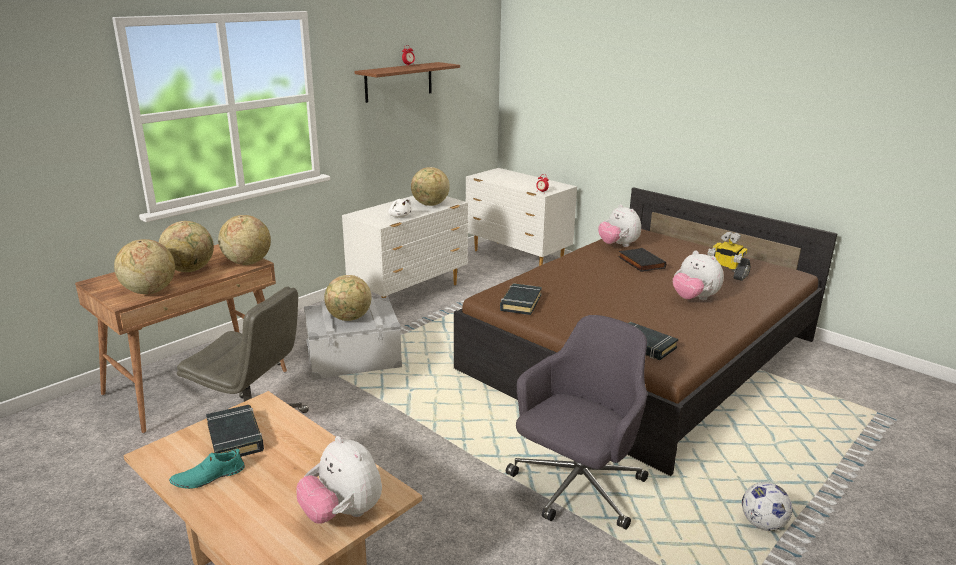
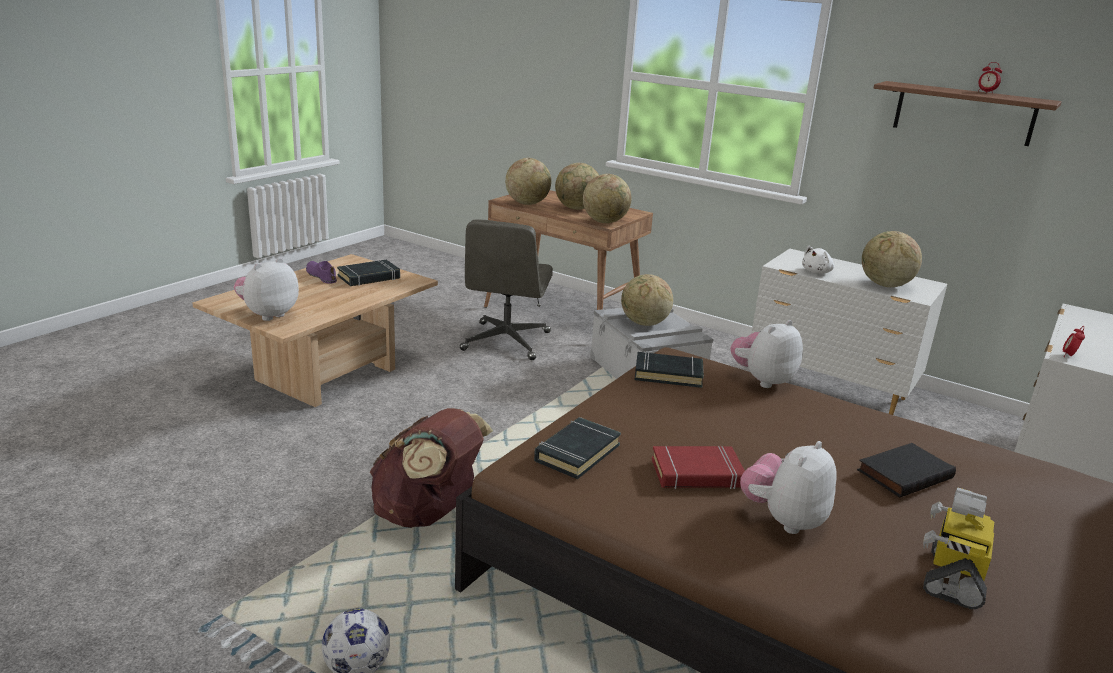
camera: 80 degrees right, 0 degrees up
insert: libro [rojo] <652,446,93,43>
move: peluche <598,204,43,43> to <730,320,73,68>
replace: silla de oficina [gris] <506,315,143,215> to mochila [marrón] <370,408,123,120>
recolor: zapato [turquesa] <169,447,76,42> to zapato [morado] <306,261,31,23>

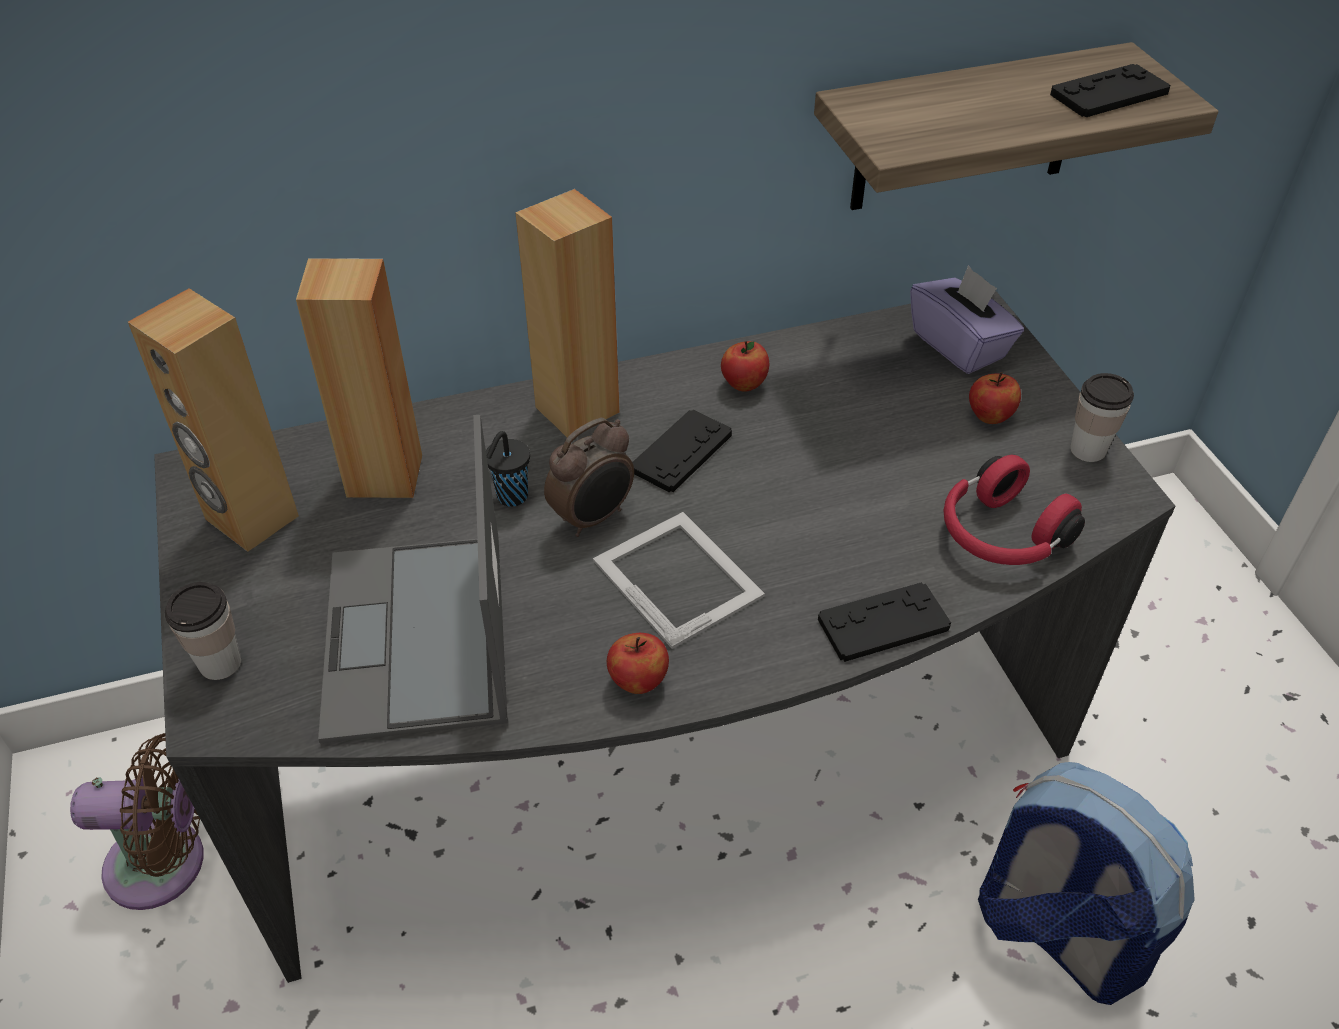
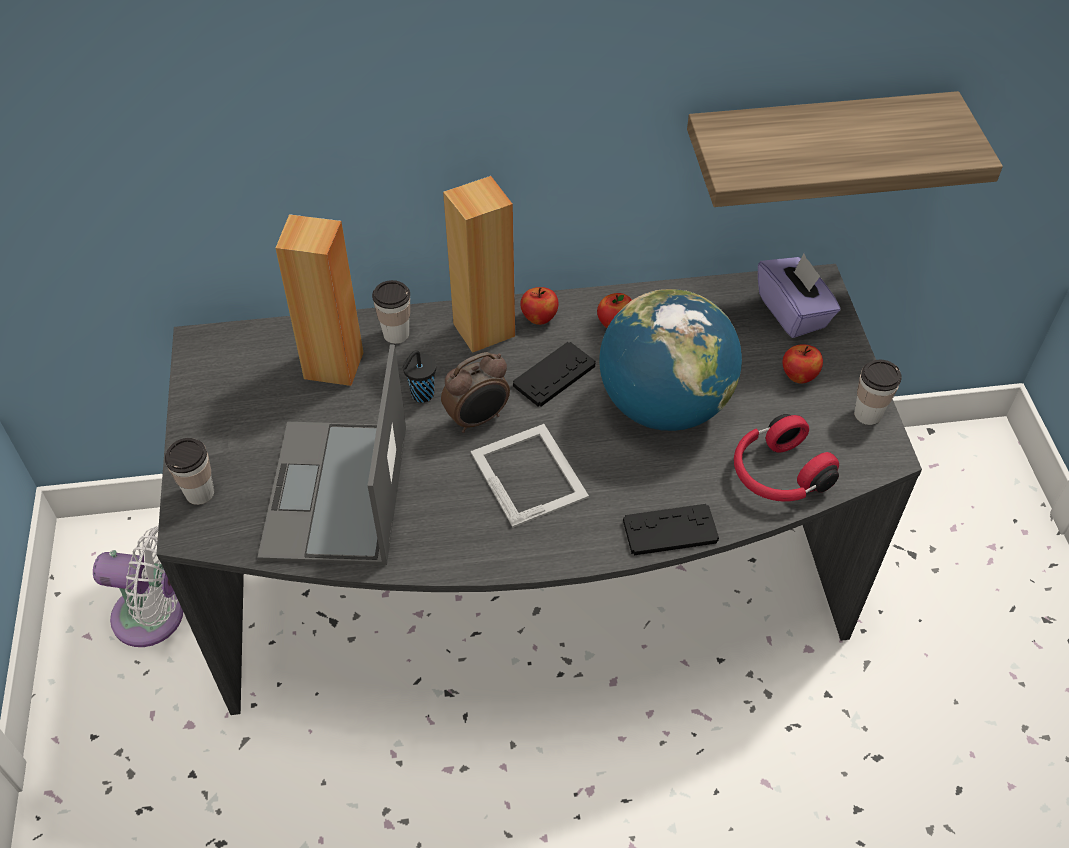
camera: 10 degrees right, 5 degrees up
delete: altavoz [marrón] <128,288,171,264>; mochila <978,762,217,243>; mando de consola [negro] <1050,64,120,53>
insert: taza <372,280,38,64>; globo terráqueo <599,289,143,142>
move: manzana <607,633,62,61> to <520,287,39,38>
recolor: ventilador [marrón] <70,733,134,177> to ventilador [blanco] <93,526,90,121>

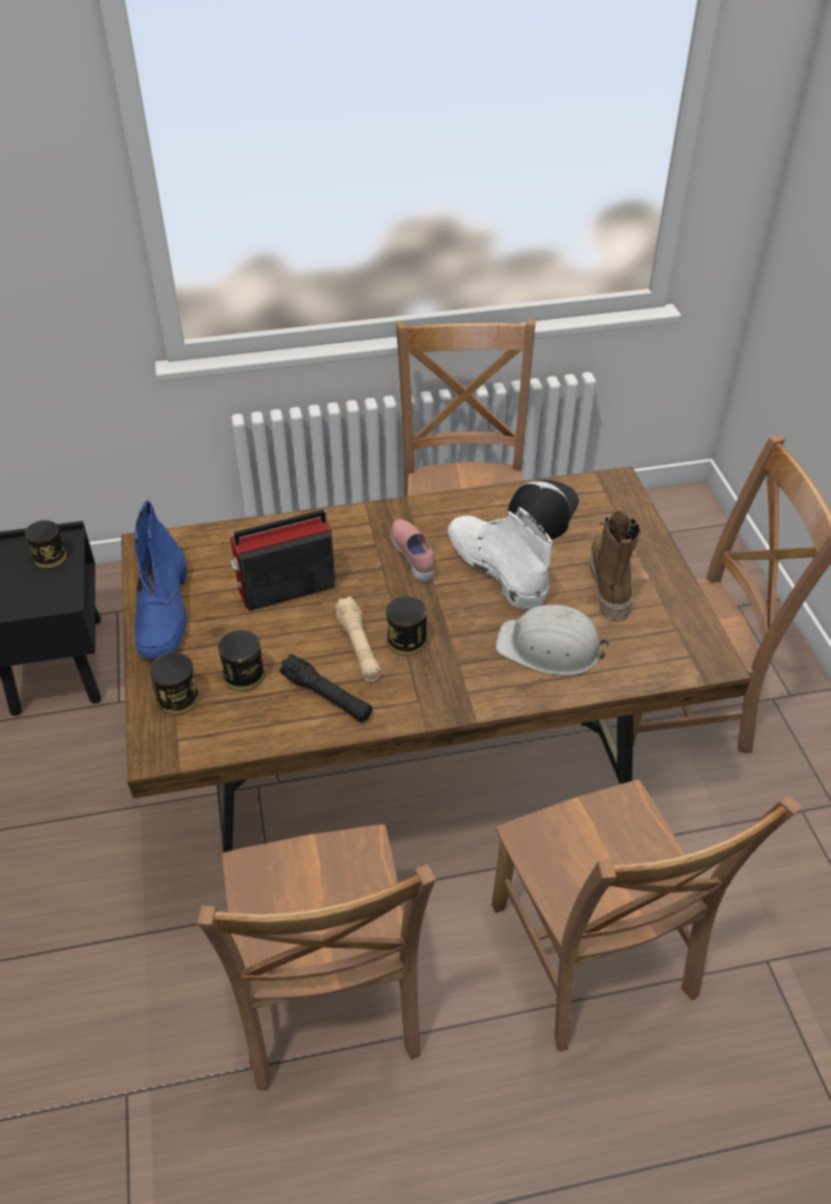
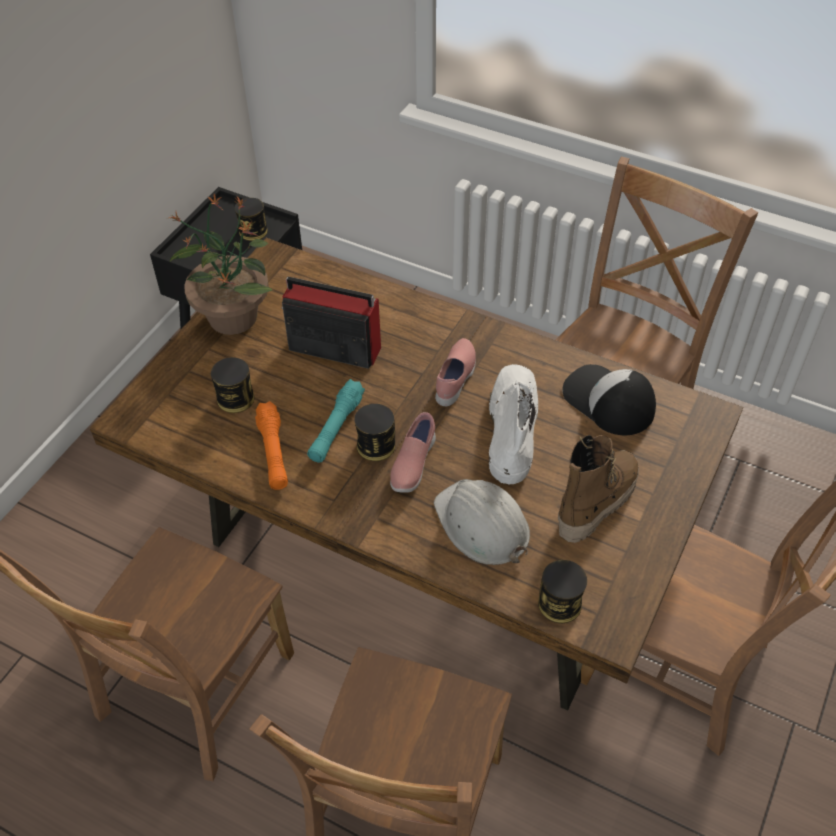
camera: 40 degrees right, 5 degrees up
insert: zapato [rosa] <390,412,46,81>
move: lata <150,653,50,62> to <538,560,49,63>
replace: bota [azul] <135,500,52,160> to planta en maceta <166,194,107,141>
recolor: linterna [negro] <279,654,93,69> to linterna [naranja] <255,401,33,89>; linterna [beis] <335,597,46,85> to linterna [turquesa] <307,379,58,84>
rotate: gorra <507,480,72,60> = <562,364,94,71> 105 degrees counterclockwise

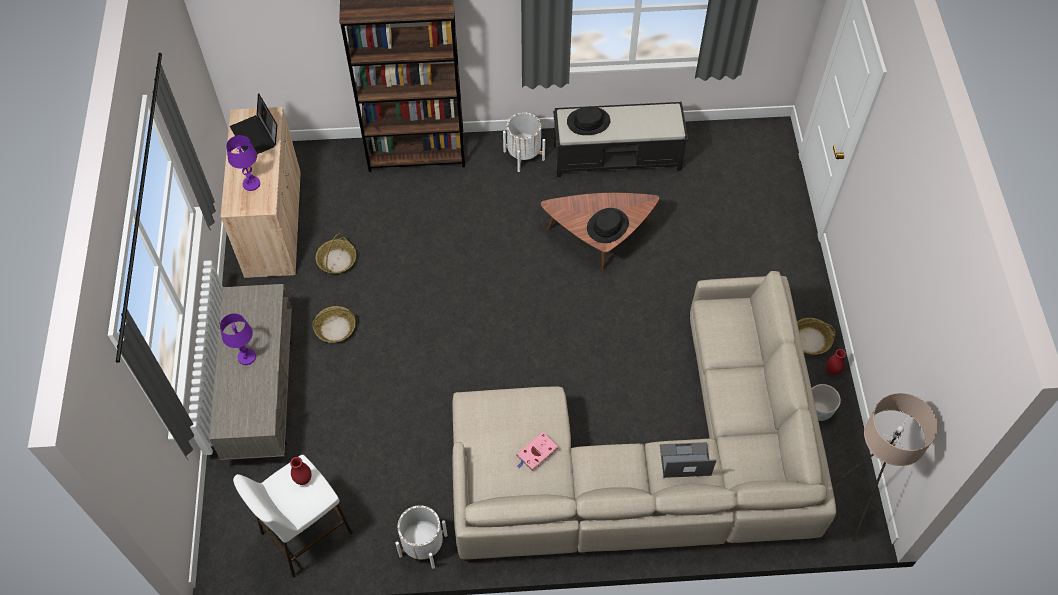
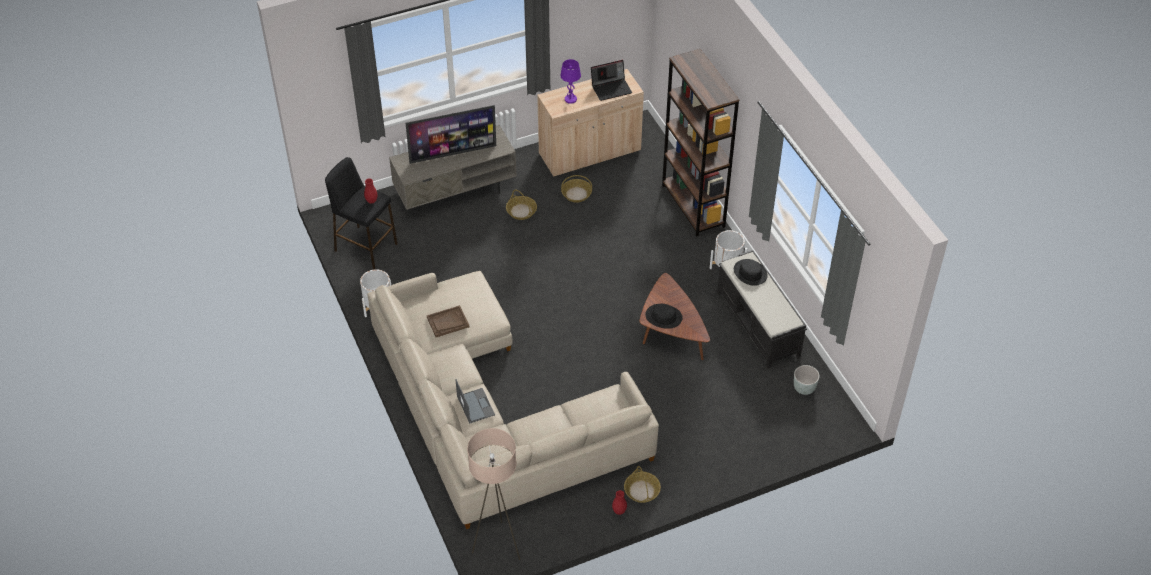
camera: 70 degrees right, 10 degrees down
move: maceta [gris] <812,384,29,37> to <794,365,25,30>
replace: lámpara de mesa [morado] <220,313,36,52> to televisor <406,105,90,59>; libro [rosa] <516,432,42,40> to bandeja [marrón] <427,305,42,32>
recolor: taburete [blanco] <233,455,120,123> to taburete [negro] <325,157,73,112>
rotate: portátil <230,93,47,61> = <591,60,41,41> 150 degrees counterclockwise

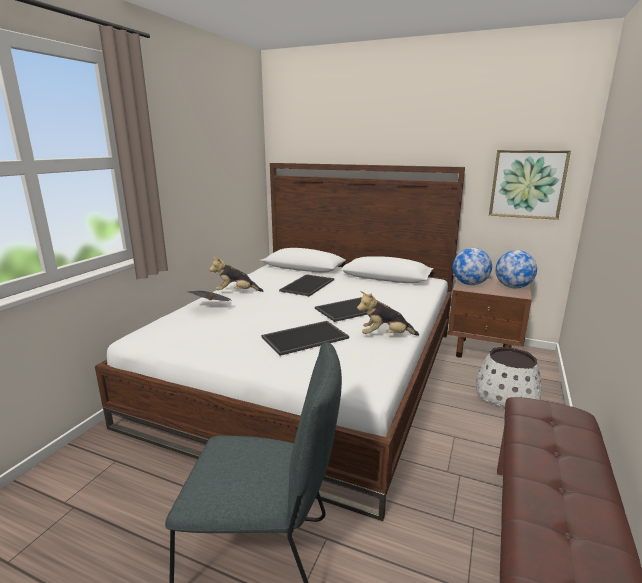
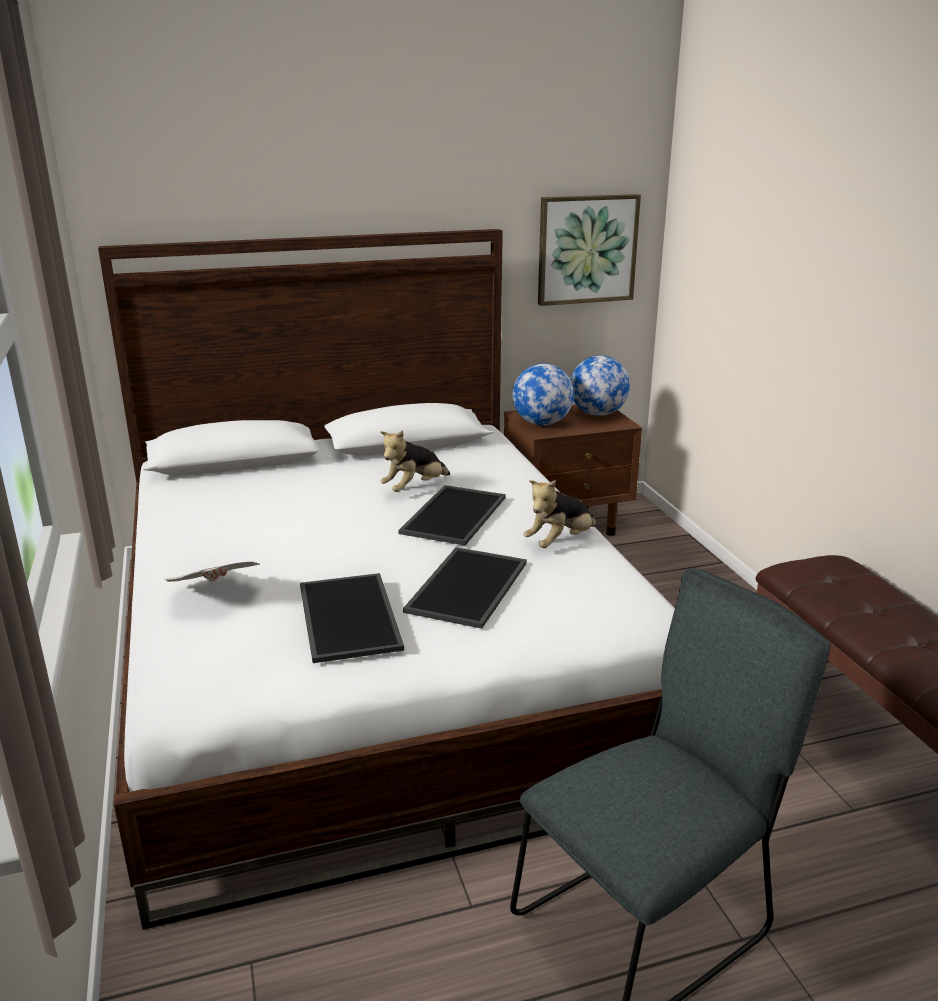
camera: 40 degrees left, 5 degrees up
delete: maceta [blanco] <476,347,66,61>
move: peluche <209,256,54,36> to <380,430,70,62>; bandeja <279,274,55,22> to <300,573,104,90>

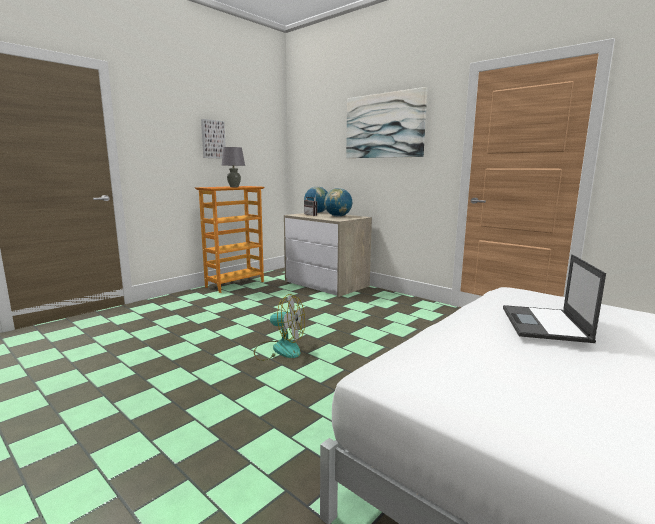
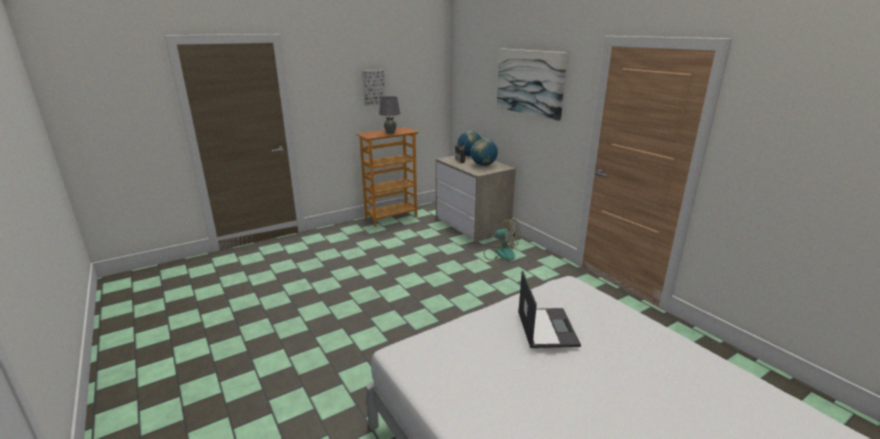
camera: 15 degrees right, 10 degrees up
move: ventilador <254,294,51,67> to <484,217,36,43>
rotate: portátil <503,254,103,89> = <518,271,63,77> 150 degrees clockwise

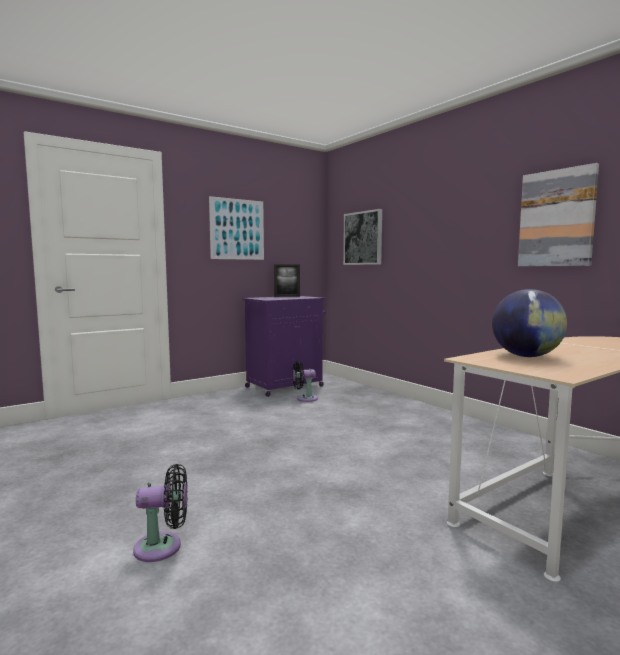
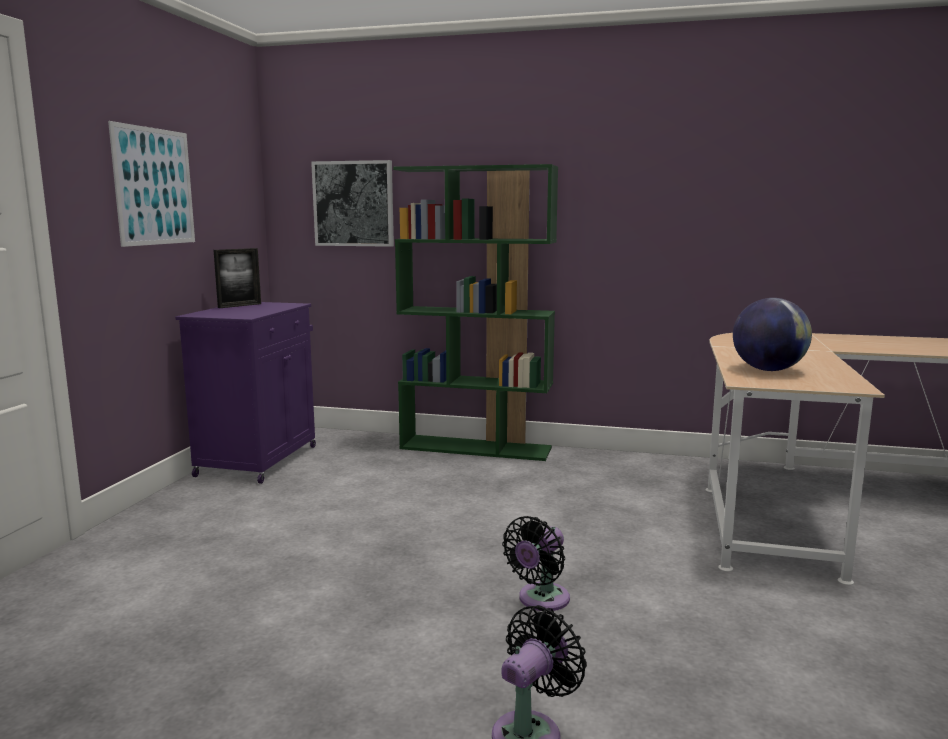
camera: 40 degrees left, 5 degrees up
delete: cuadro <518,163,81,103>
insert: estantería [verde] <393,164,165,297>
move: ventilador [negro] <292,361,26,41> to <502,516,68,95>

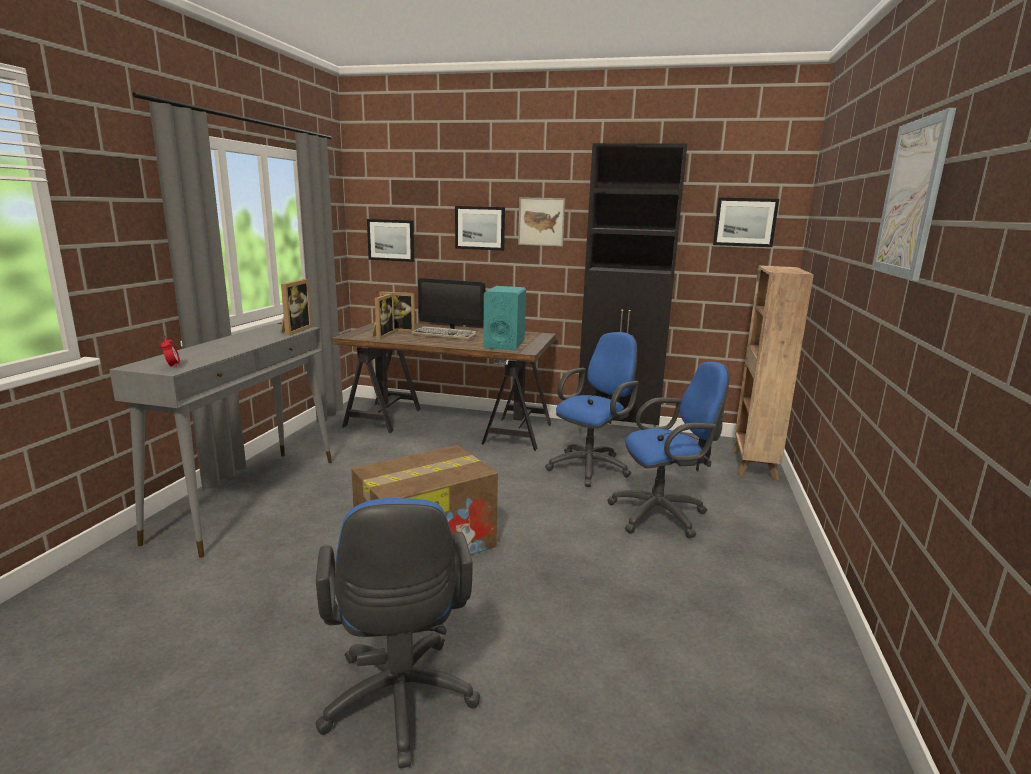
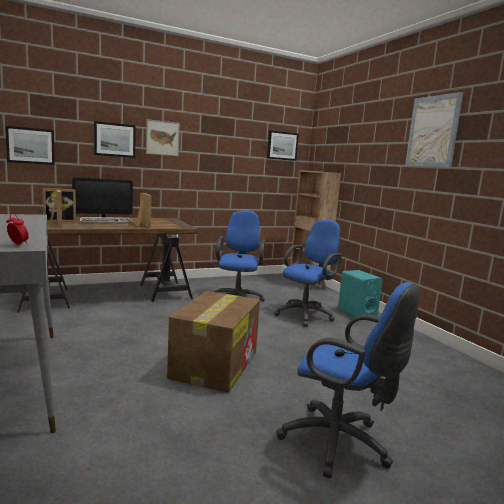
camera: 40 degrees left, 5 degrees down
delete: armario [negro] <578,143,109,290>
move: portarretratos <281,279,31,57> to <136,193,16,35>; altavoz [turquesa] <483,286,43,65> to <338,270,45,47>

